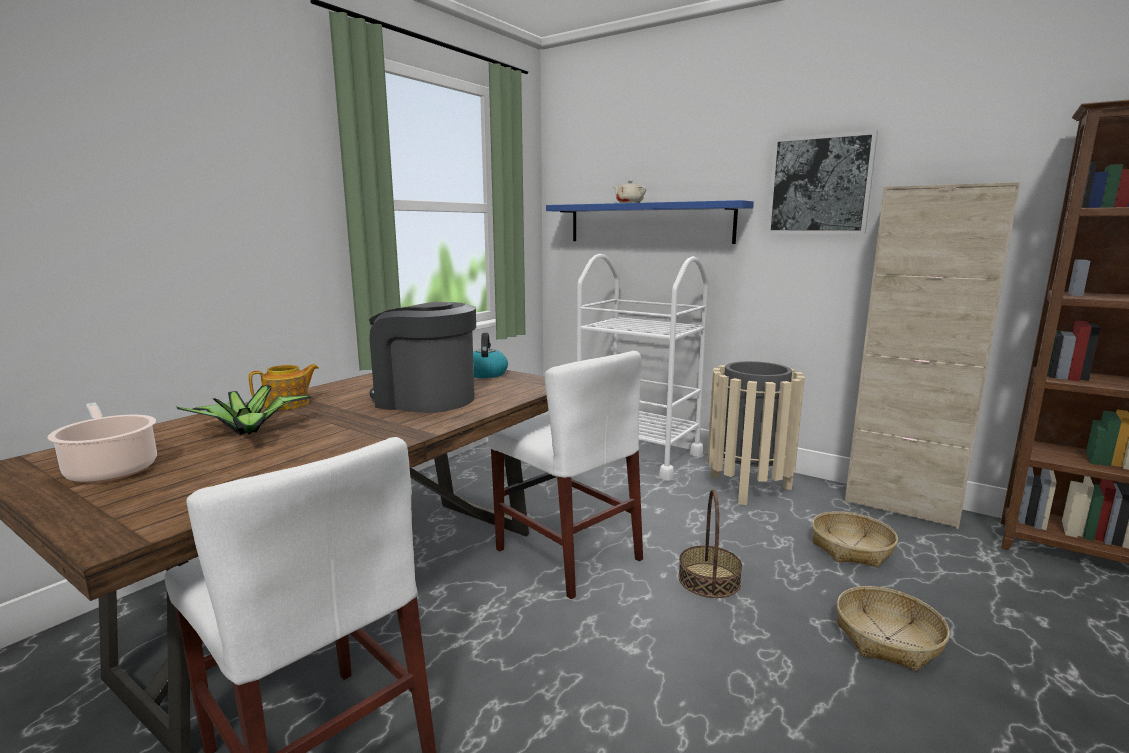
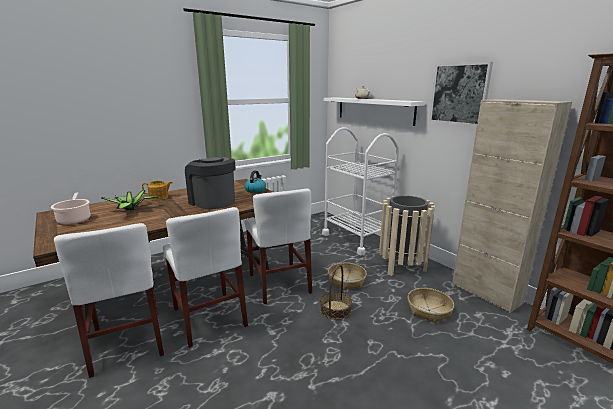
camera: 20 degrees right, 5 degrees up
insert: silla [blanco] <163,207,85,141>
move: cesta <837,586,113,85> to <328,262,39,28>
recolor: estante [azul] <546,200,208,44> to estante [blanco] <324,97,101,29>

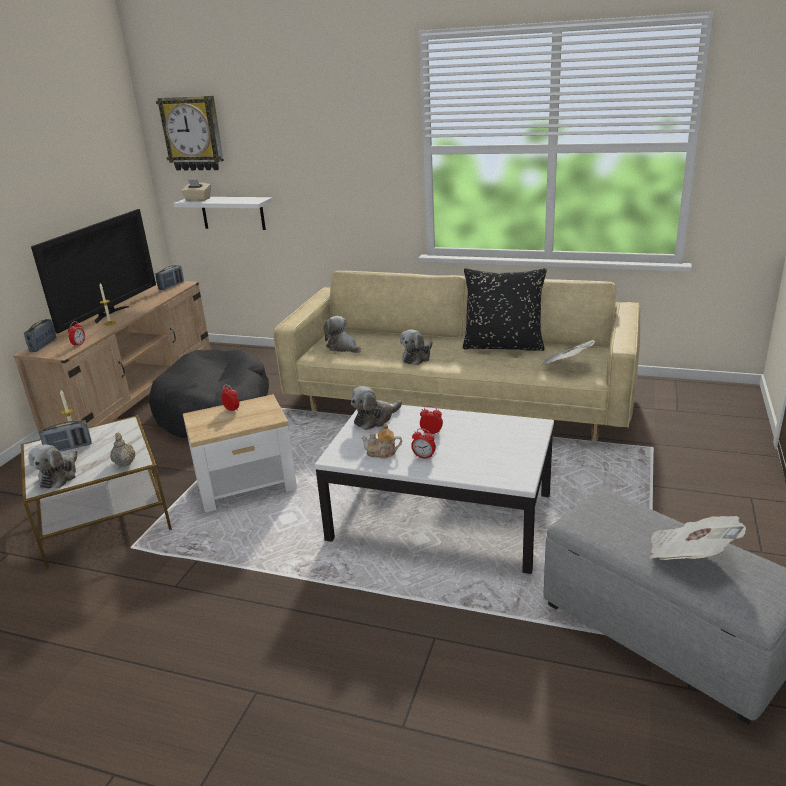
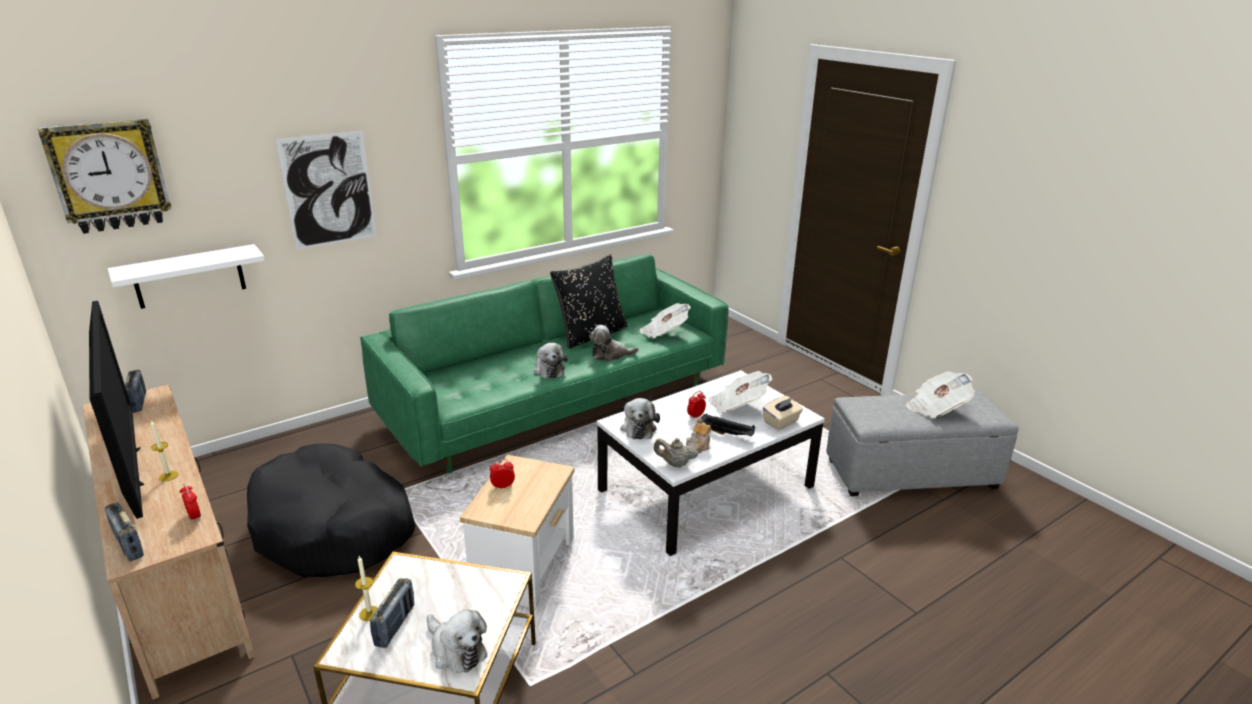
camera: 55 degrees left, 0 degrees up
insert: cuadro <276,131,101,119>; periódico <708,371,65,42>
move: tetera [beis] <110,433,25,34> to <654,438,44,30>; caja de pañuelos [beis] <181,180,30,21> to <763,396,40,34>; peluche <323,316,38,37> to <589,325,50,36>
replace: despertador <411,428,25,31> to bandeja [negro] <701,414,54,22>
recolor: sofá [beis] <273,271,367,171> to sofá [verde] <360,254,369,219>

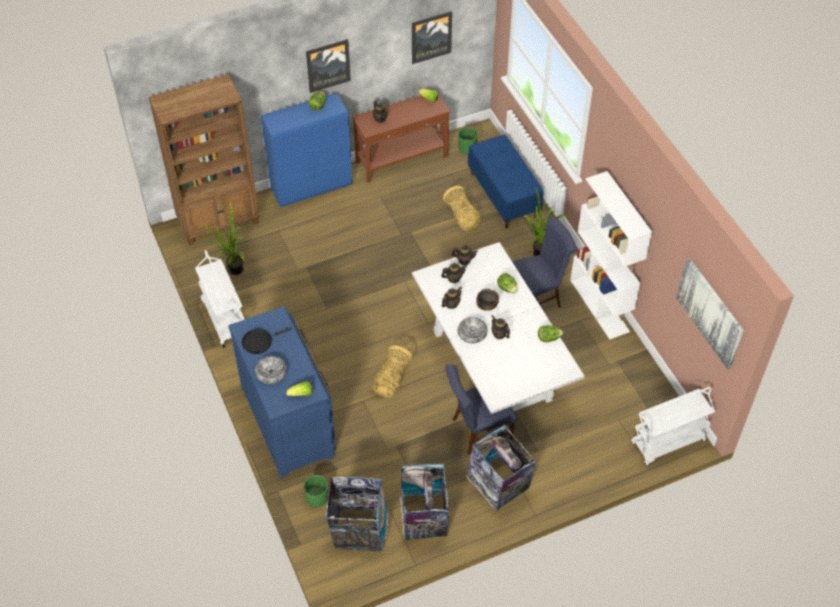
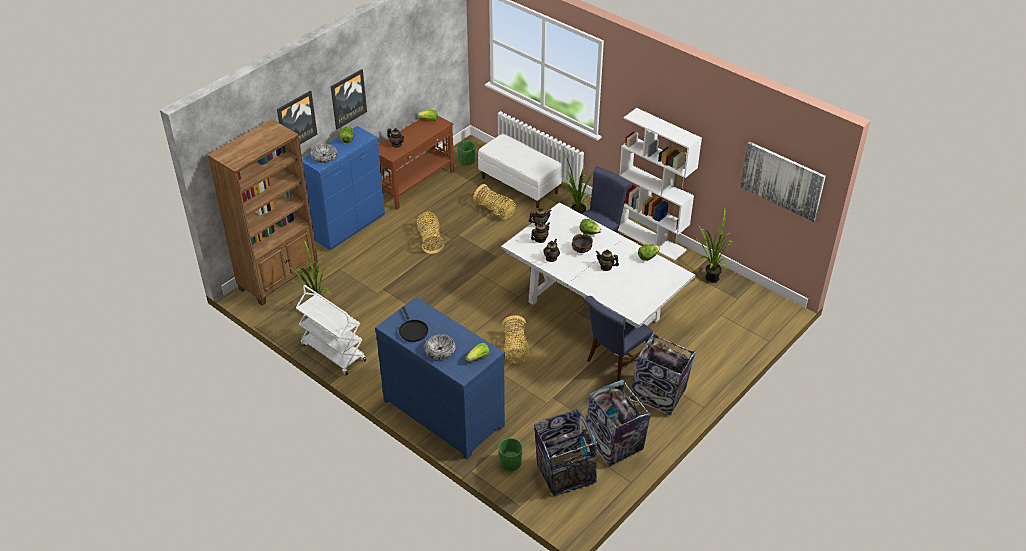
camera: 25 degrees left, 10 degrees down
delete: carrito [blanco] <631,387,84,79>
insert: cesta <417,212,28,42>; planta en maceta <693,210,40,73>
move: cuadro <412,11,40,53> to <277,91,40,53>; cuenco <457,317,31,26> to <311,144,26,19>
recolor: banco [azul] <468,135,76,94> to banco [blanco] <478,134,84,74>
rotate: sartén [negro] <242,327,50,27> = <399,307,29,35> 60 degrees counterclockwise

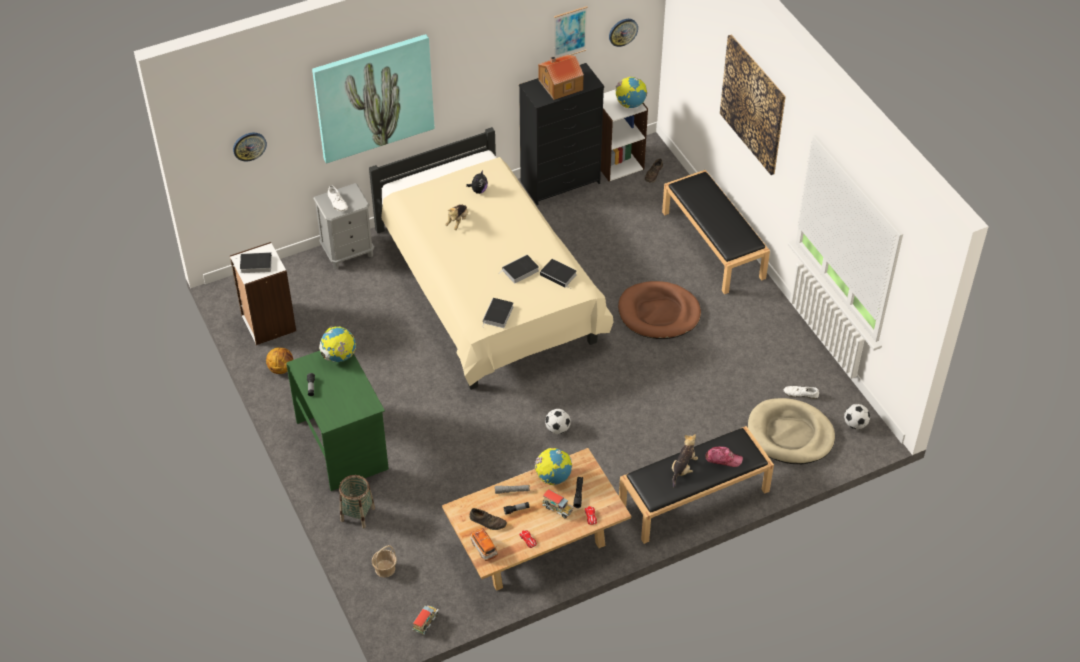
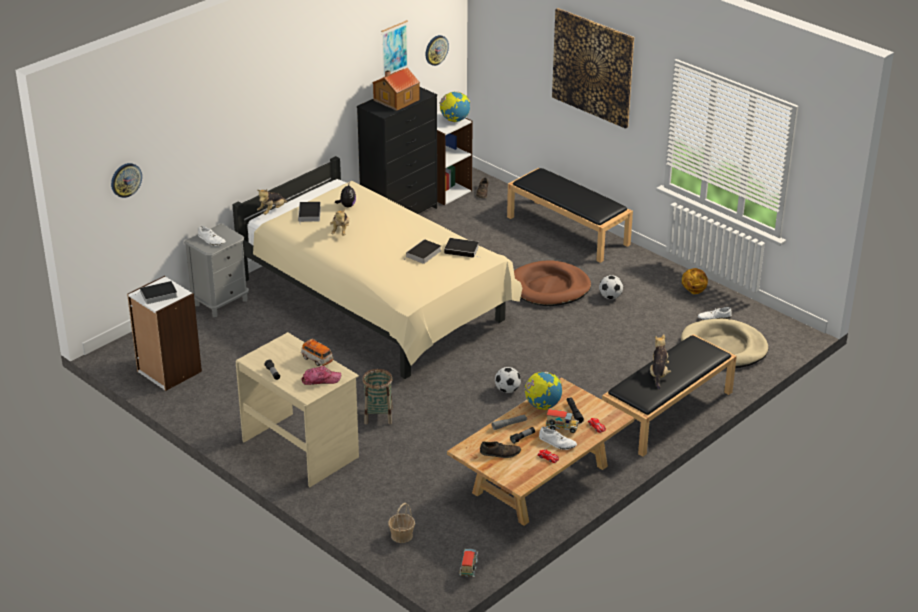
camera: 20 degrees left, 15 degrees down
delete: cuadro <312,34,122,130>; globo terráqueo <319,326,37,36>
insert: peluche <257,189,31,26>; zapato [blanco] <539,426,38,24>
move: balón de baloncesto <266,347,27,27> to <682,268,26,26>; cesta <339,475,36,53> to <362,369,31,56>; coche de juguete <470,528,28,33> to <301,339,32,27>; libro <482,298,32,30> to <298,202,23,23>; gorra <705,447,38,20> to <302,366,39,19>; balón de fútbol <844,404,26,25> to <599,275,24,24>
recolor: escritorio [verde] <286,351,103,140> to escritorio [beis] <236,332,123,155>

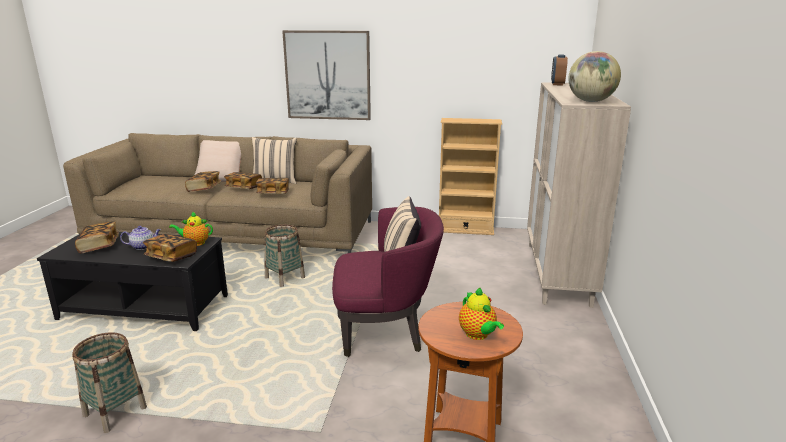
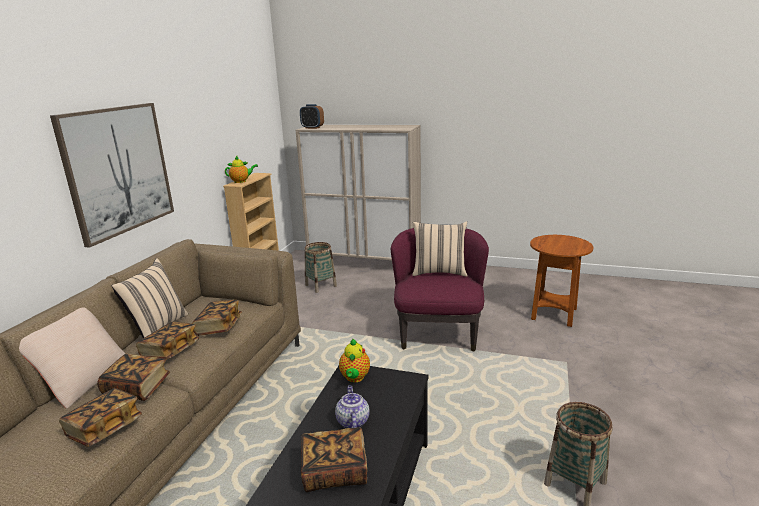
camera: 80 degrees left, 0 degrees up
delete: globo terráqueo <568,51,53,51>
move: libro <143,234,54,28> to <59,388,83,59>; cesta <264,224,41,63> to <304,242,33,51>; tetera <459,288,45,52> to <225,156,33,27>

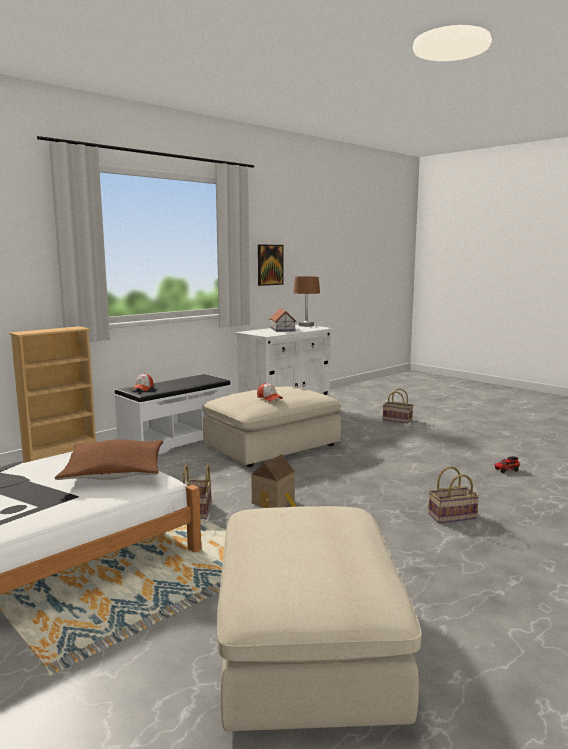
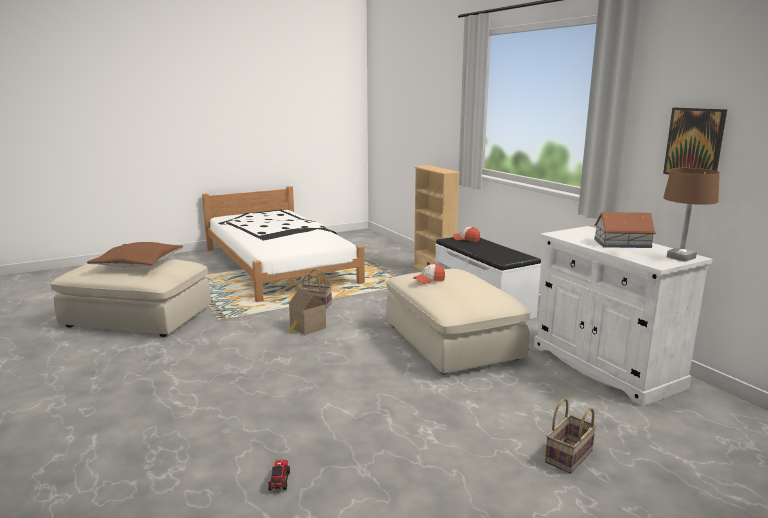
camera: 105 degrees right, 5 degrees up
delete: cesta <428,466,51,57>
move: cojín [marrón] <55,439,108,41> to <87,242,96,26>

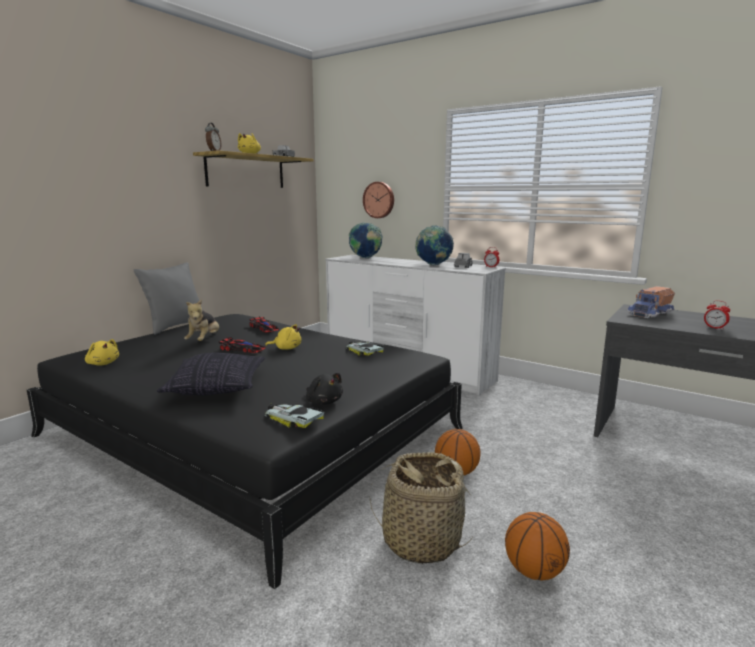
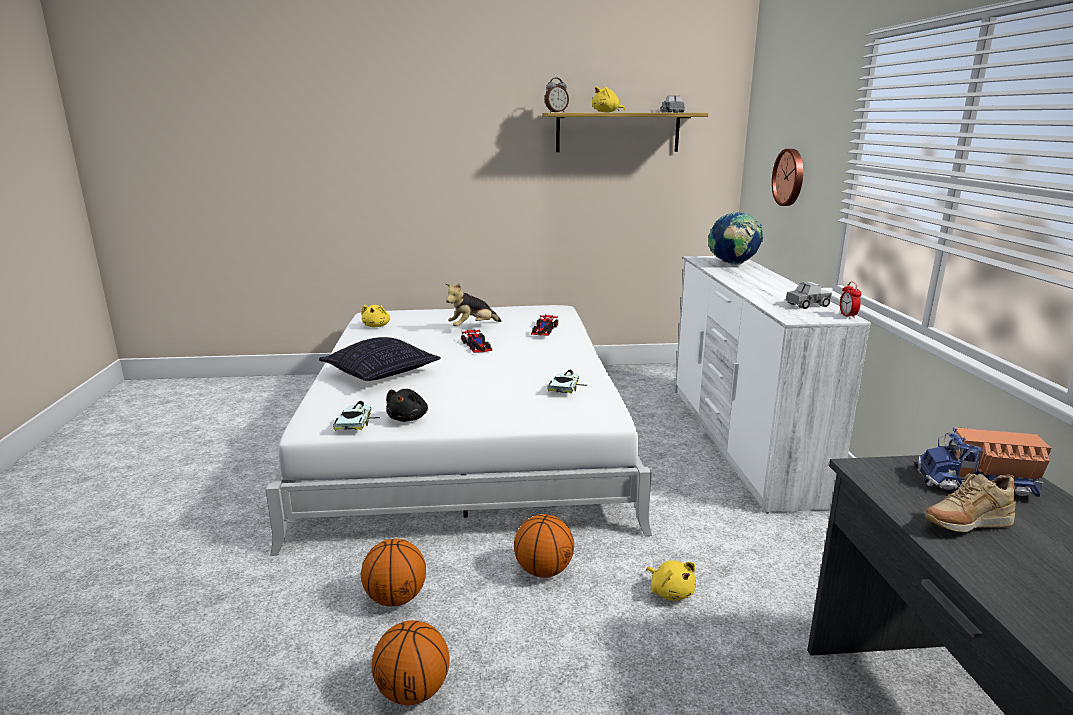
camera: 50 degrees right, 5 degrees up
delete: cojín [gris] <133,262,70,73>; globo terráqueo <415,225,39,40>; despertador <704,300,26,29>
insert: zapato [beis] <925,474,91,58>
move: peluche [amarillo] <265,324,37,26> to <646,560,50,41>
replace: cesta <370,452,102,112> to balón de baloncesto <361,538,65,69>
recolor: cama [negro] <27,314,436,275> to cama [blanco] <265,305,387,251>

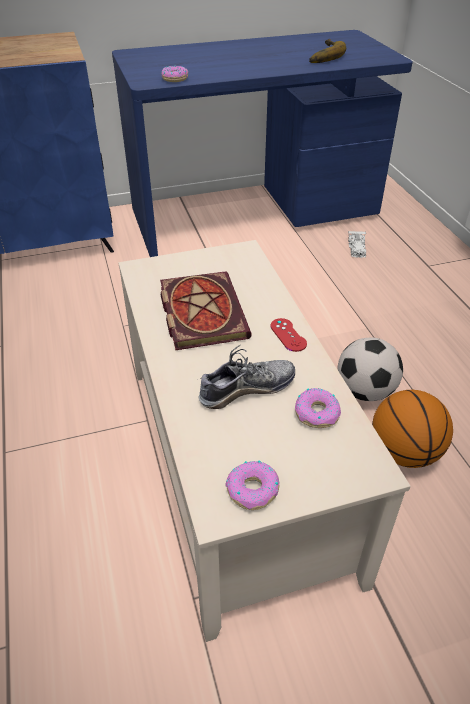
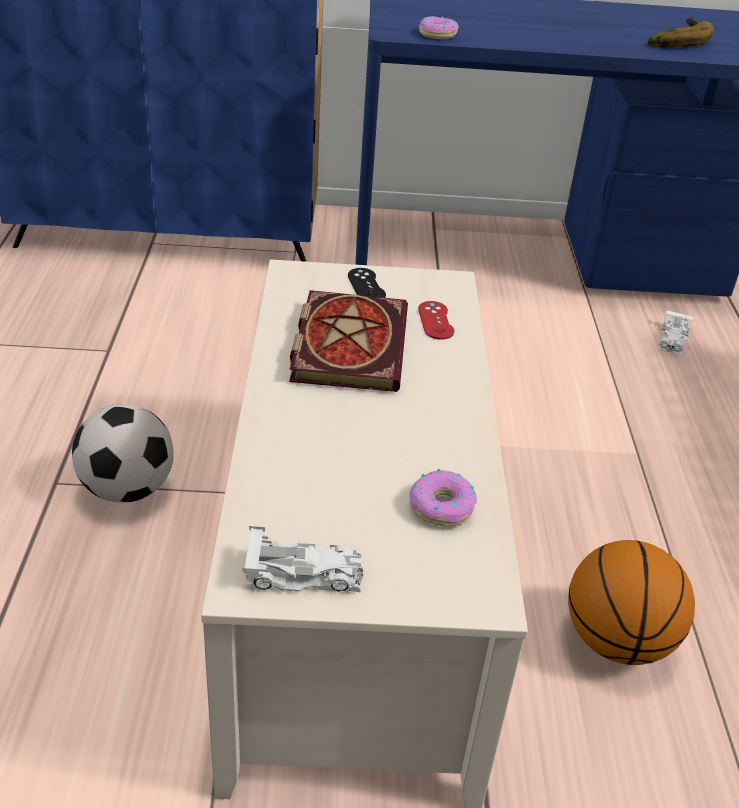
camera: 15 degrees right, 5 degrees down
delete: zapato <198,345,97,64>
insert: mando de consola [negro] <348,268,38,30>
move: mando de consola [rojo] <270,318,37,34> to <418,301,36,39>; balón de fútbol <337,338,66,63> to <72,404,102,99>
replace: rosquilla <225,461,54,49> to coche de juguete [blanco] <242,526,122,66>

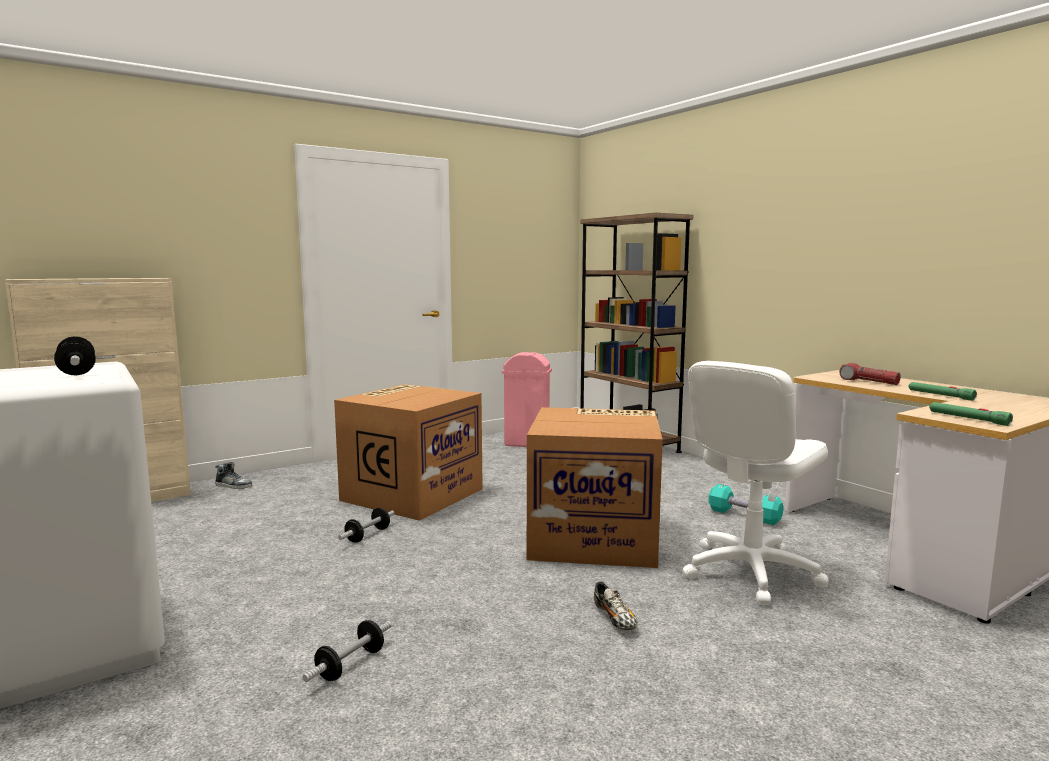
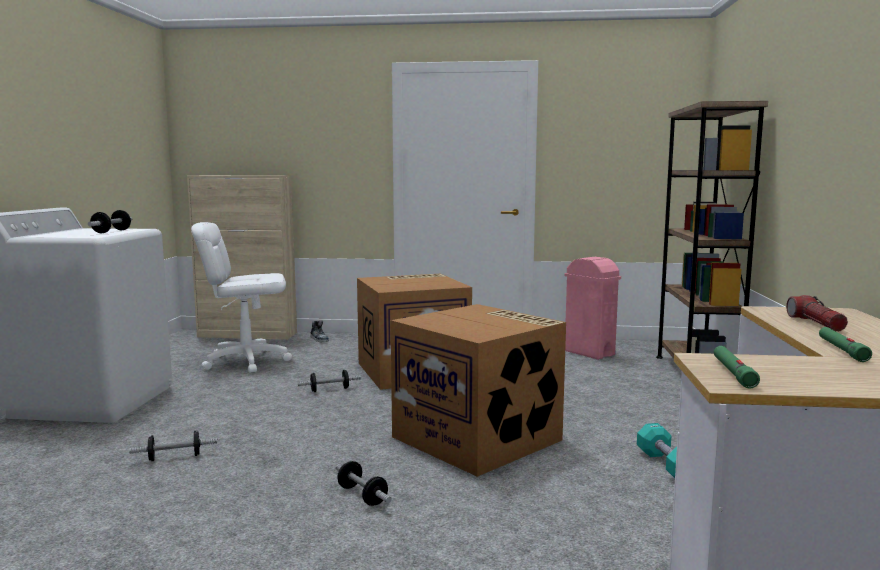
camera: 40 degrees right, 0 degrees up
move: silla de oficina [blanco] <683,361,146,244> to <191,222,101,151>
replace: zapato <594,581,44,49> to mancuerna <336,461,56,45>

